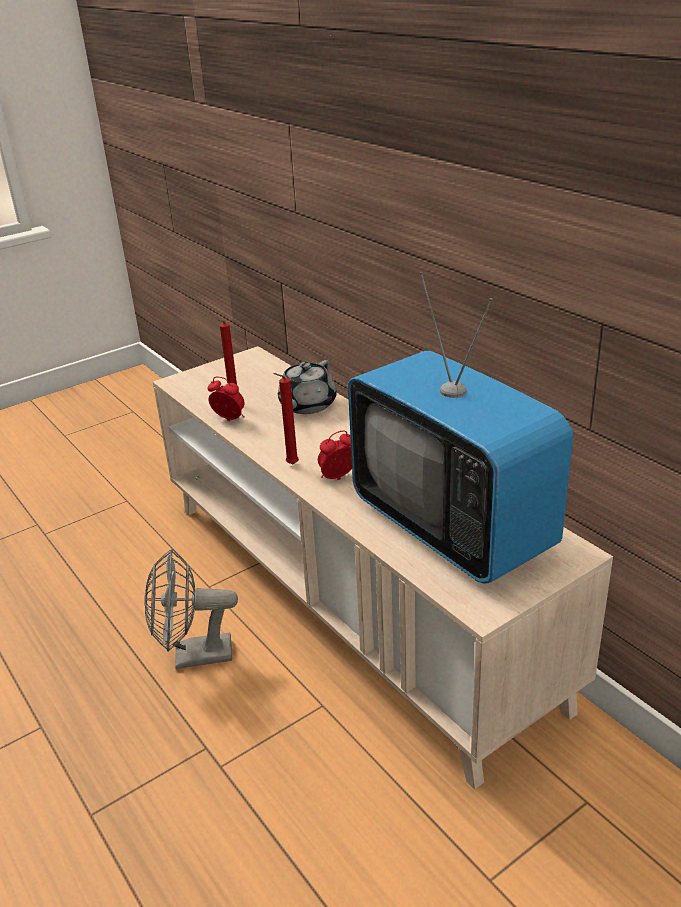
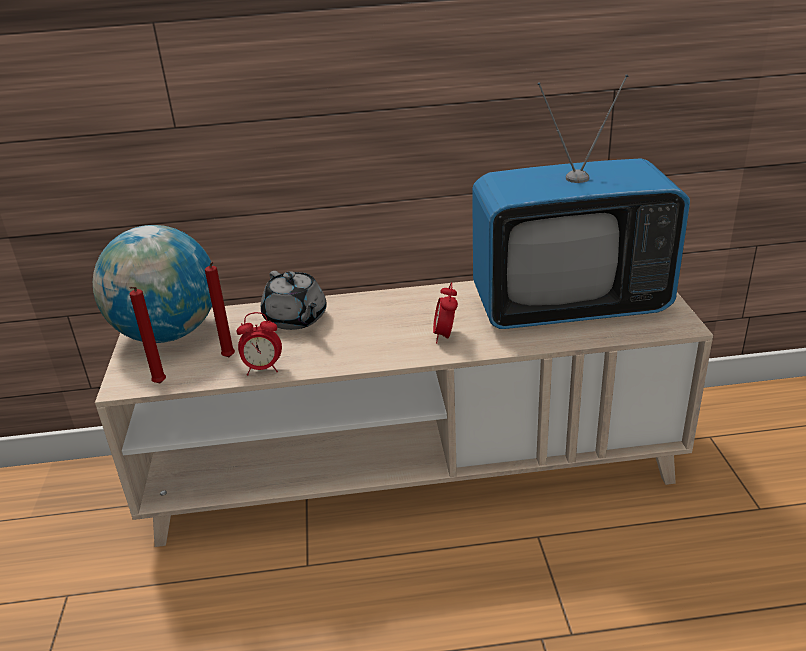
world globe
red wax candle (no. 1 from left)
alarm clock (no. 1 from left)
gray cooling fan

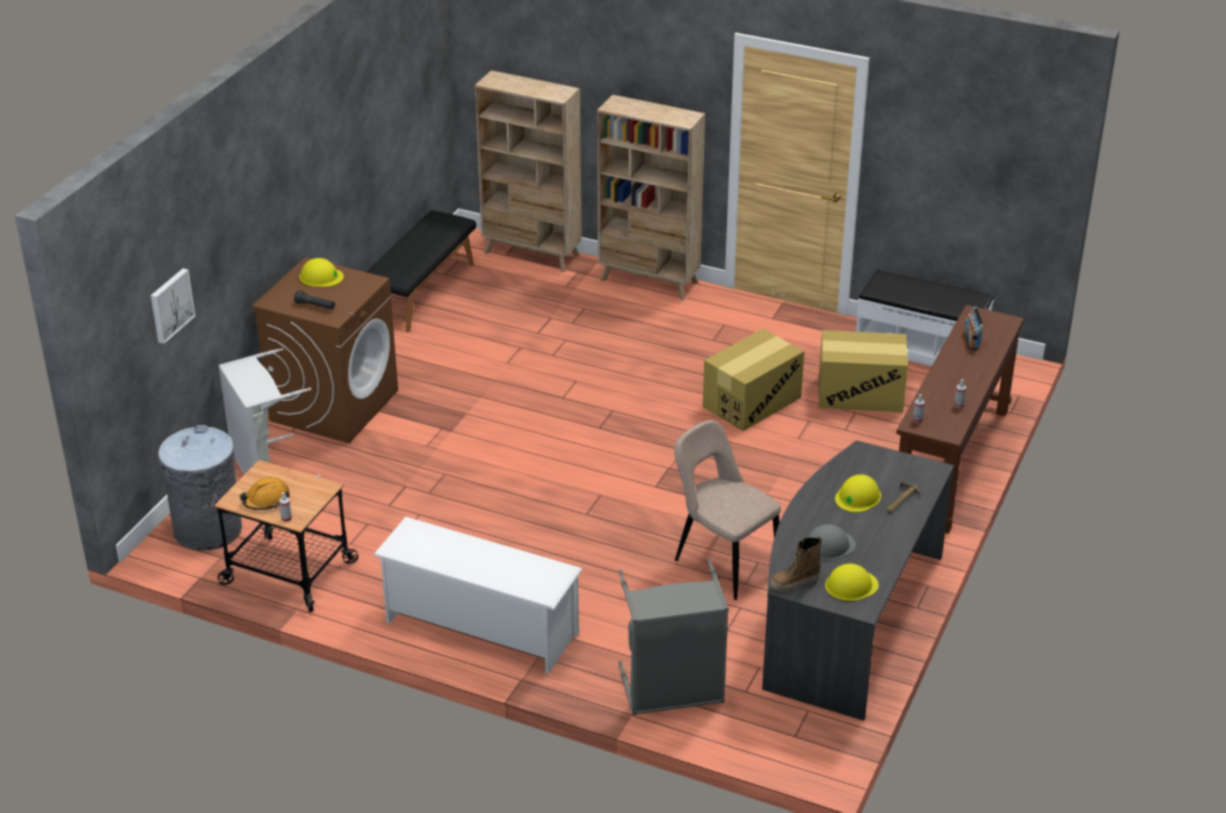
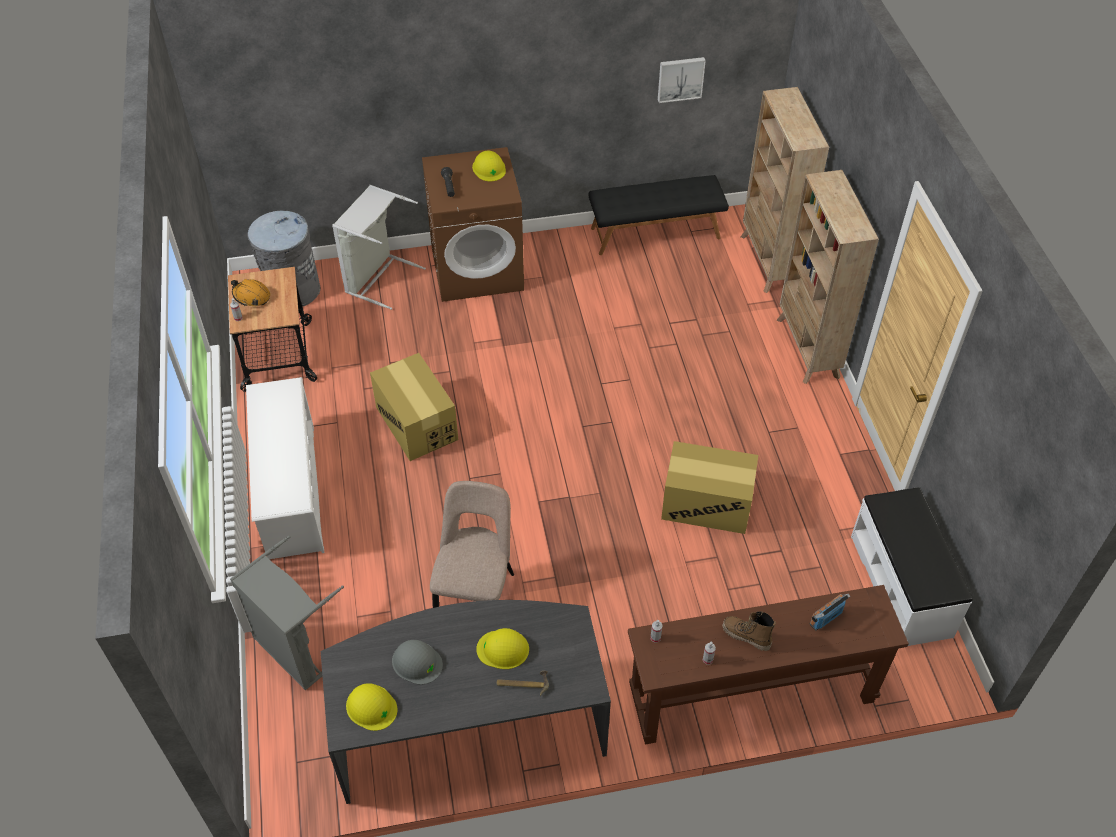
cardboard box (no. 1 from left)
wall picture
high-top boot

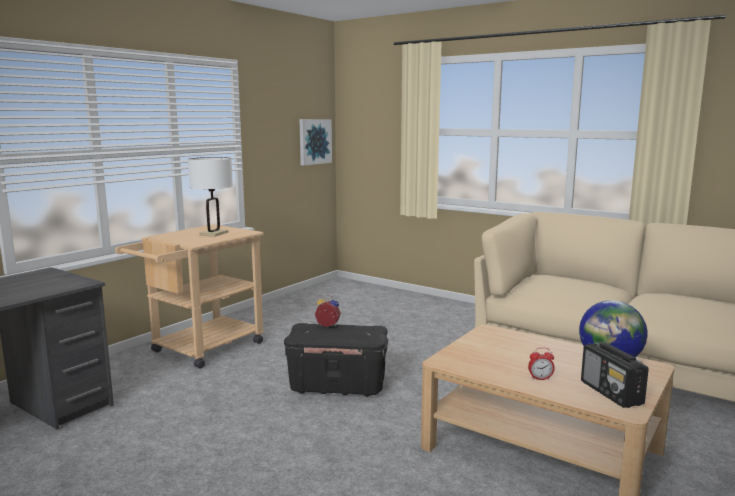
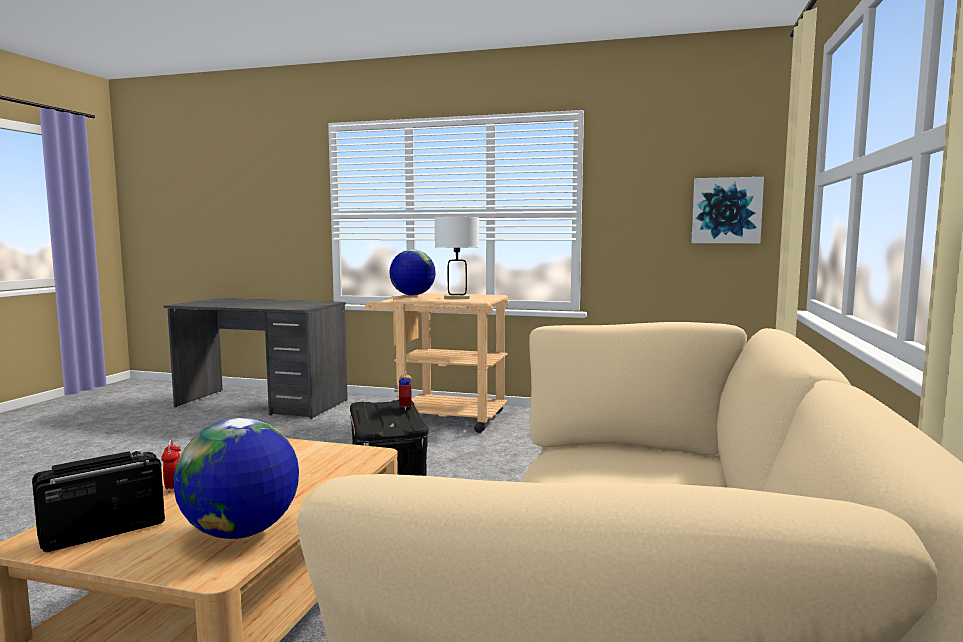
world globe (no. 2 from left)

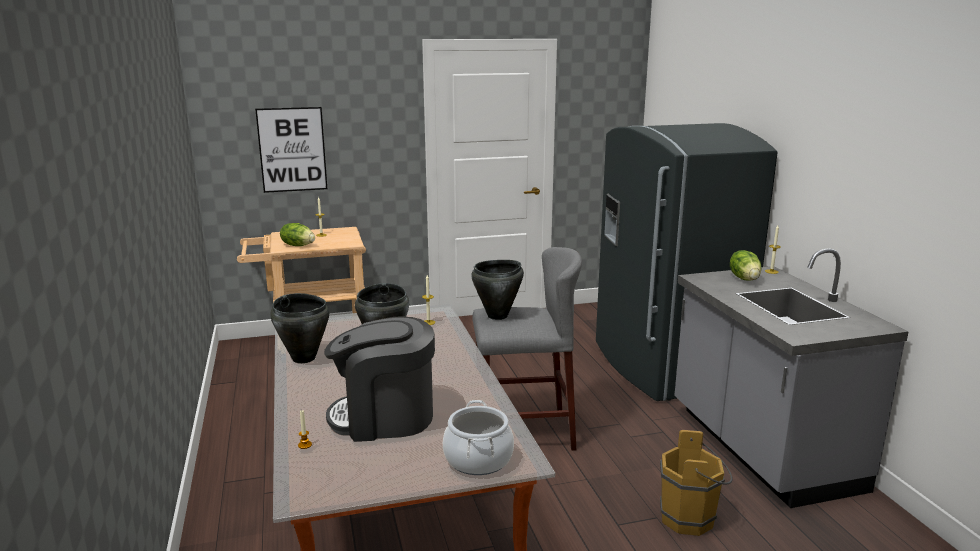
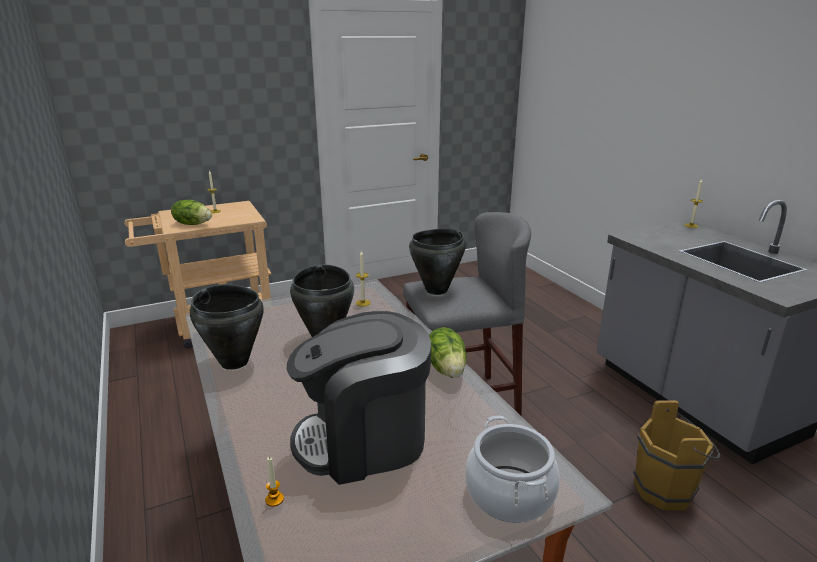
lettuce head (no. 2 from left)
wall picture
gray kitchen fridge

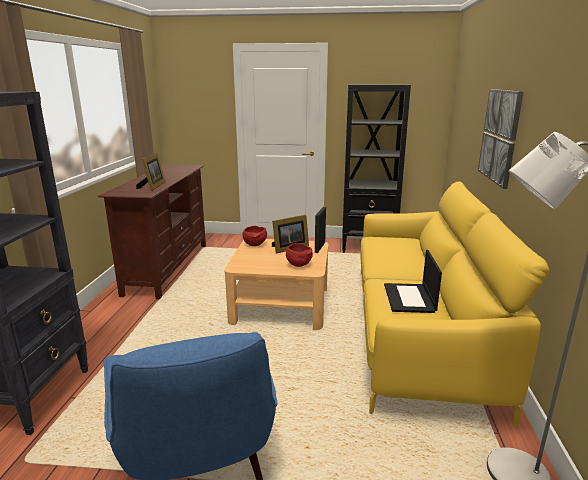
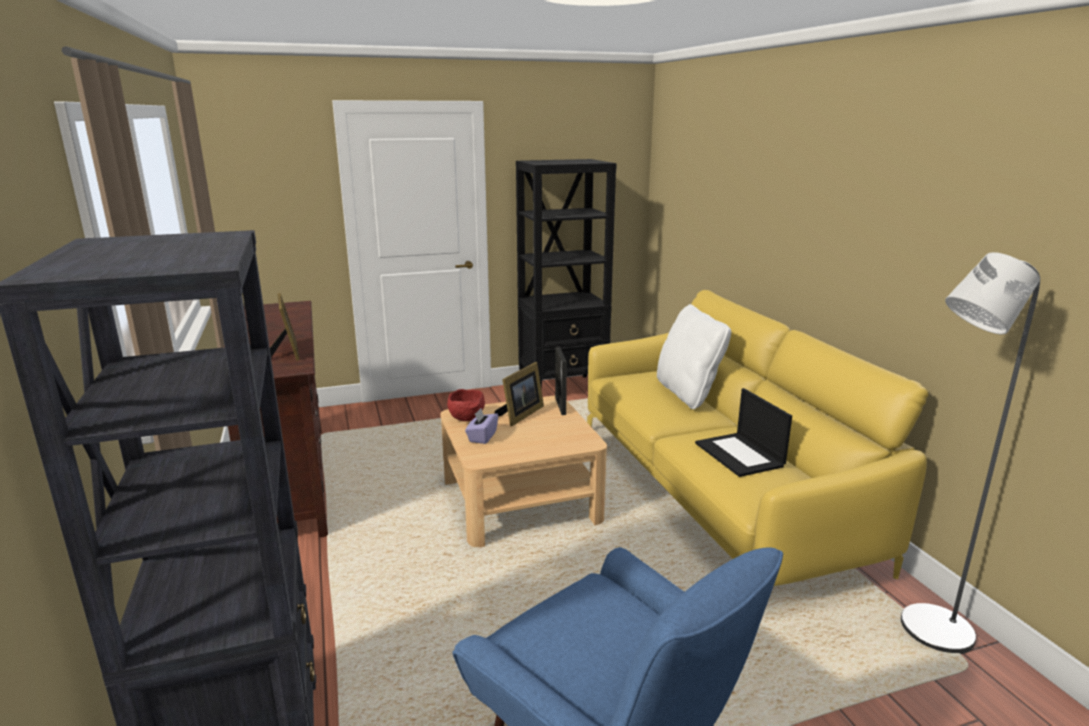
purplish tissue holder
white-coloured cushion
red bowl (no. 2 from left in the first image)
wall picture

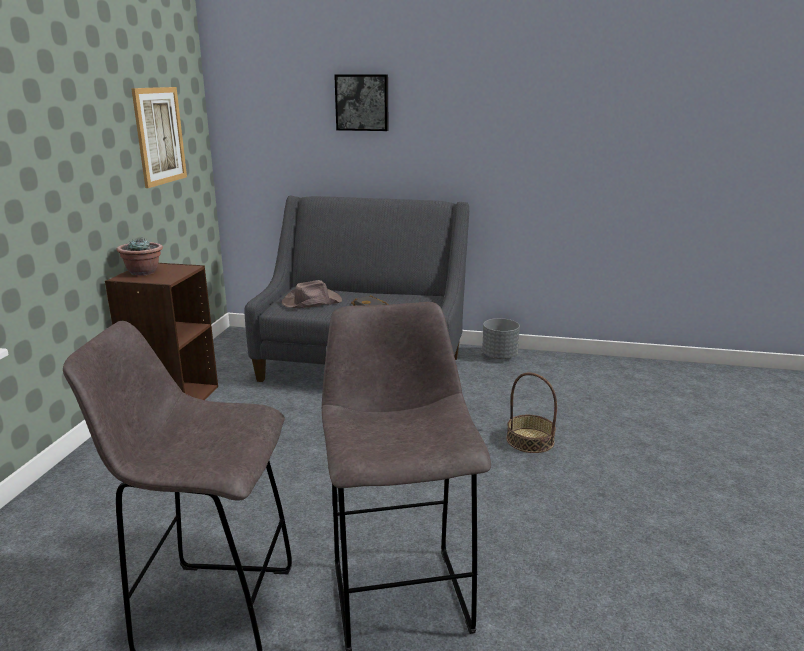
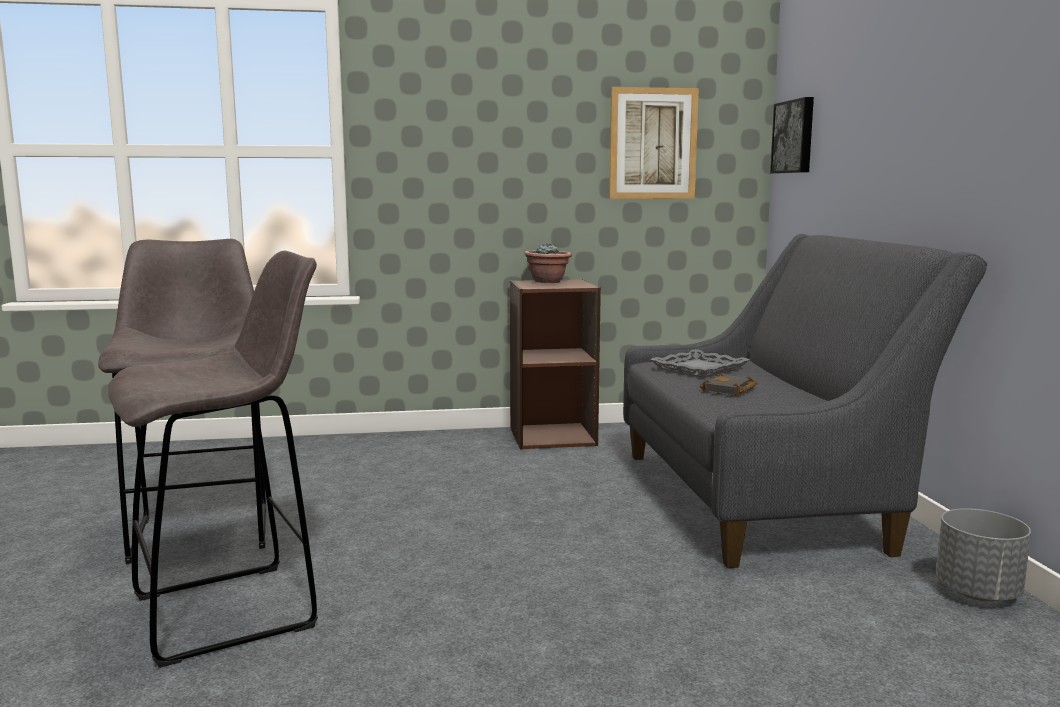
gray serving tray
wall picture (no. 2 from left)
household basket

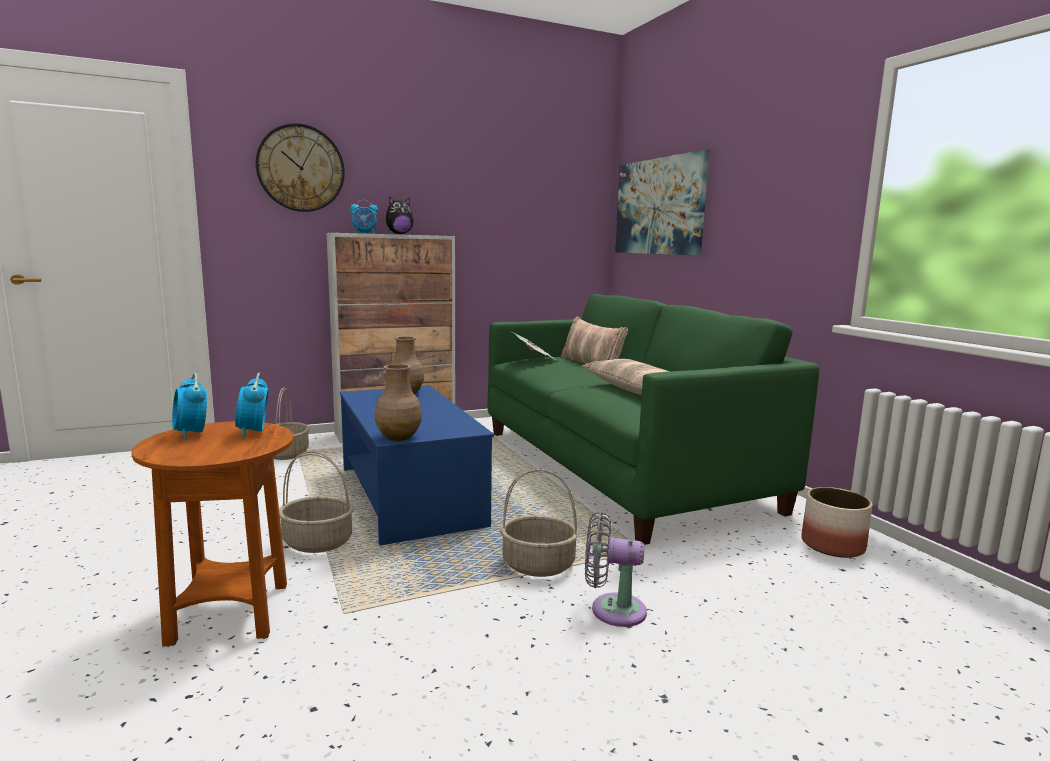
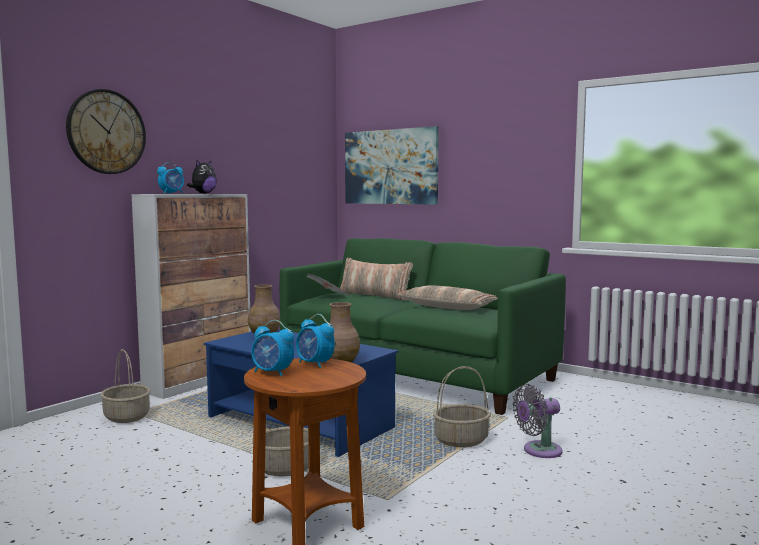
planter

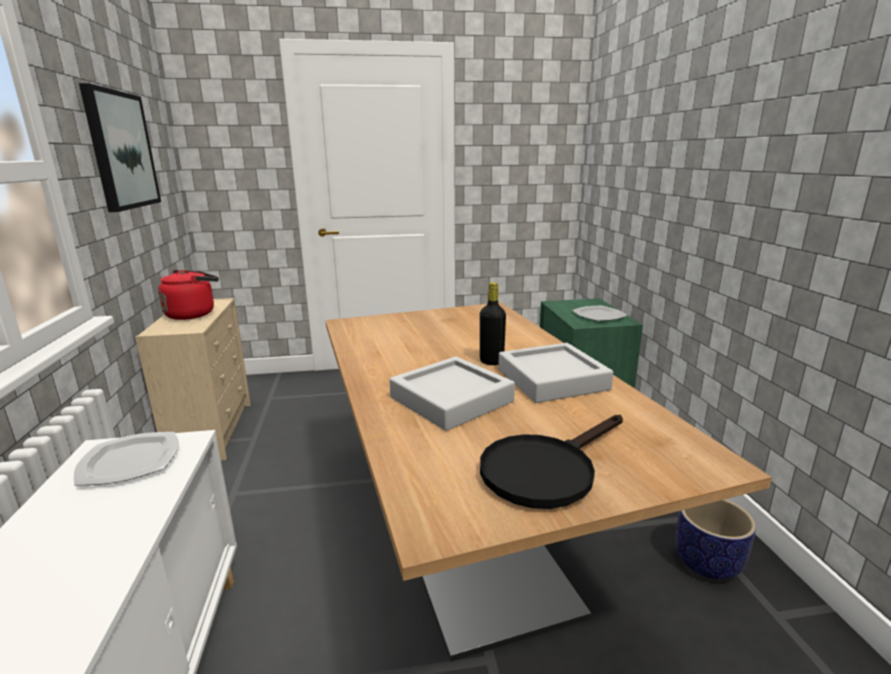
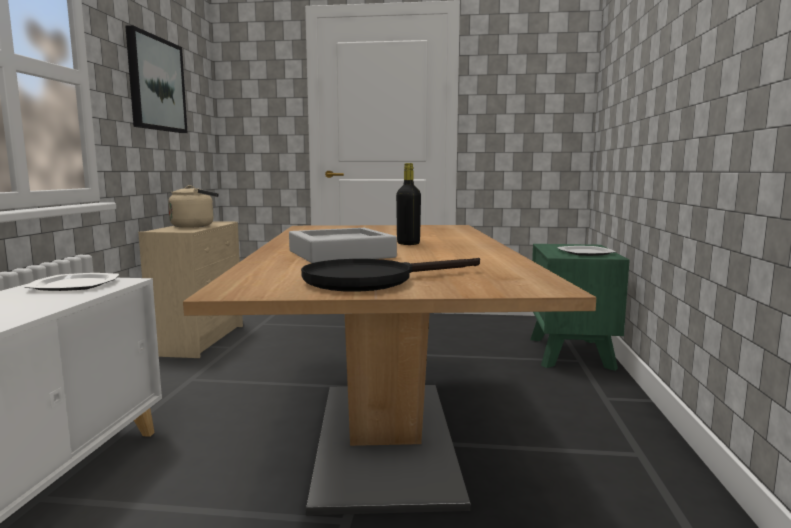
sand-coloured water kettle
gray serving tray (no. 2 from left in the first image)
planter

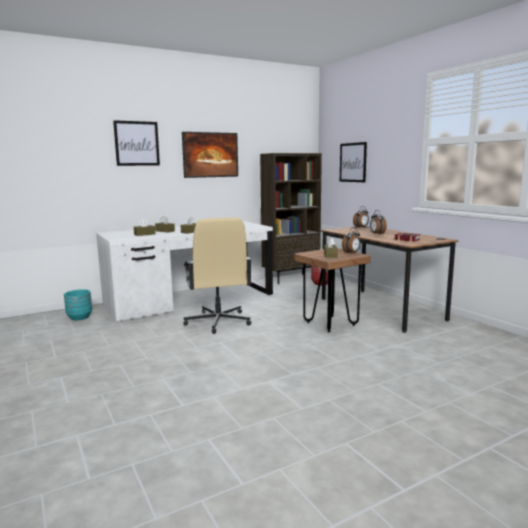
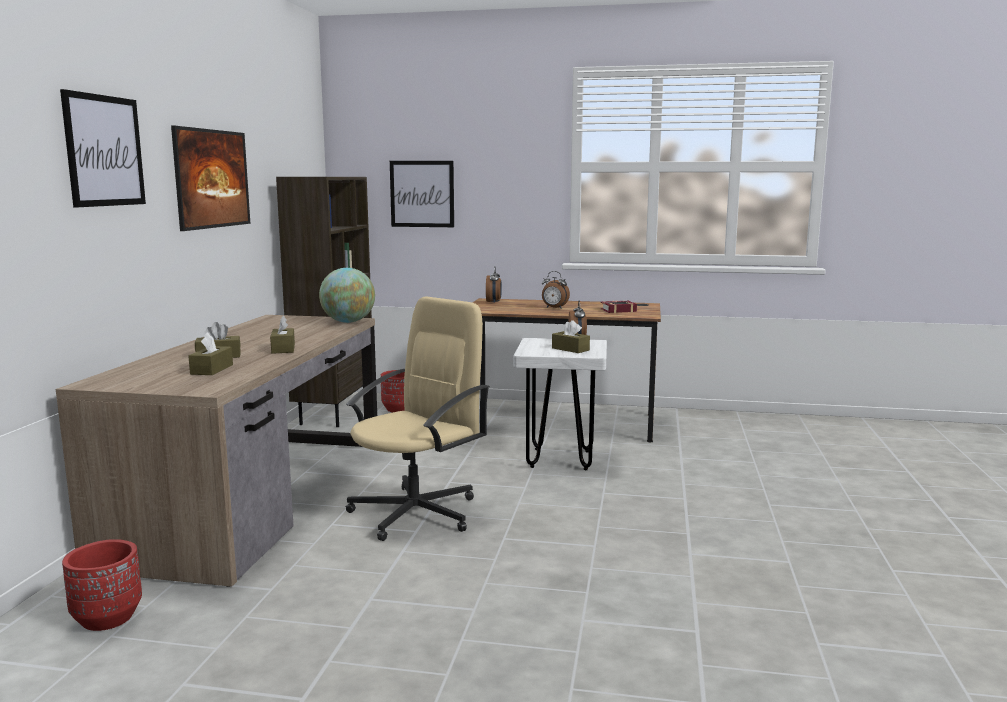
brown desk unit (no. 1 from left)
red planter (no. 1 from left)
world globe
sand-coloured office chair
white-coloured sitting stool

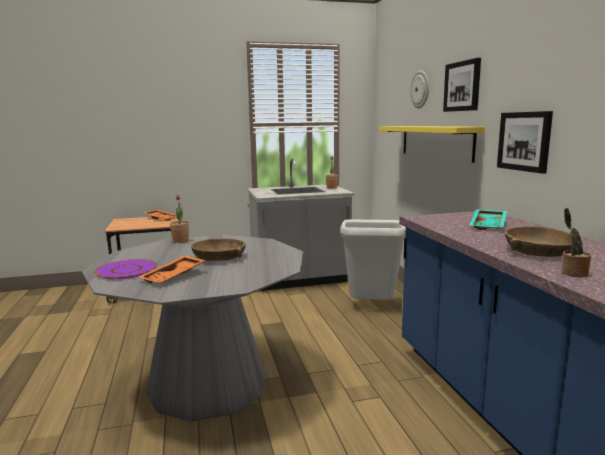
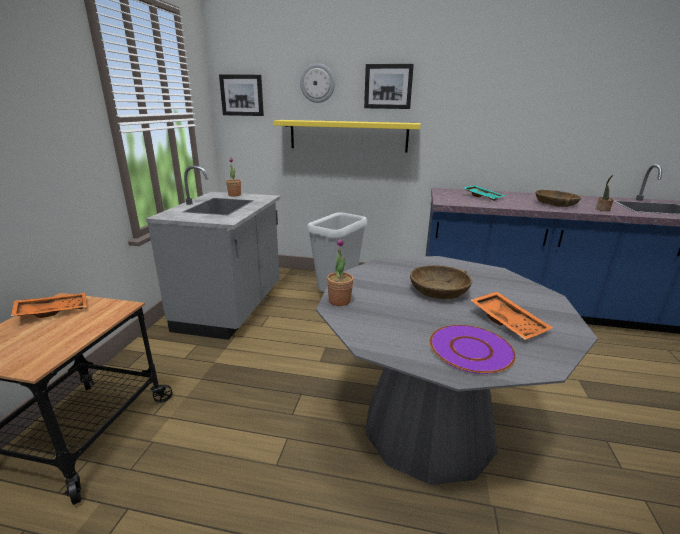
wall picture (no. 1 from left)

